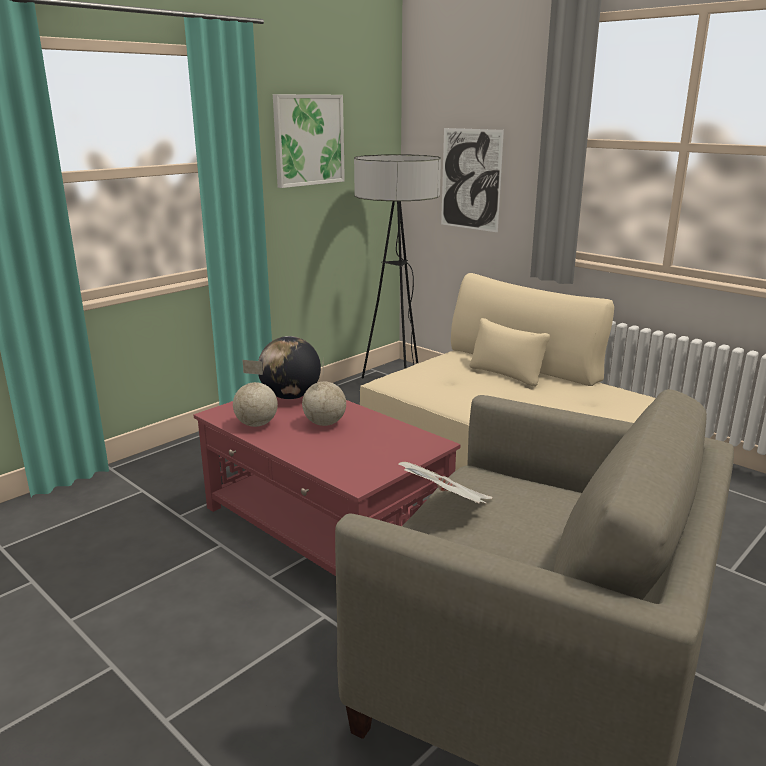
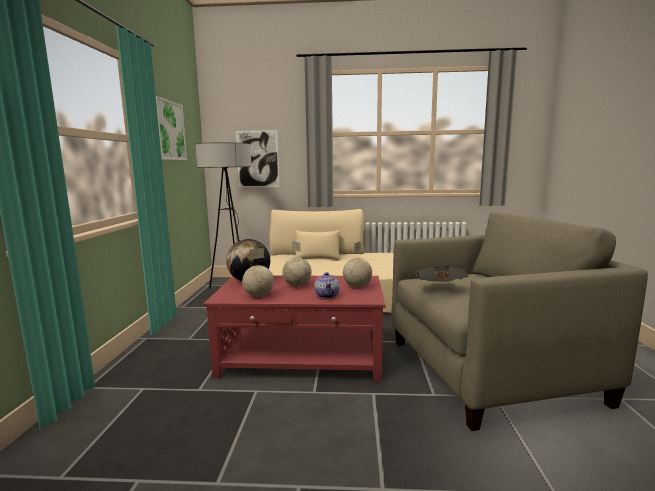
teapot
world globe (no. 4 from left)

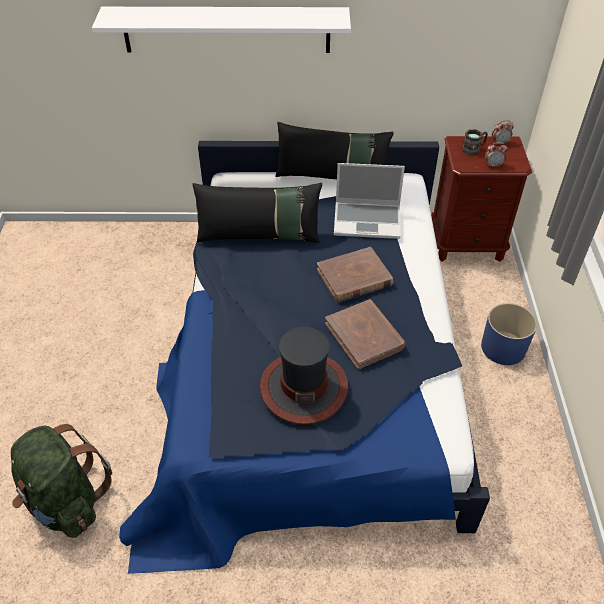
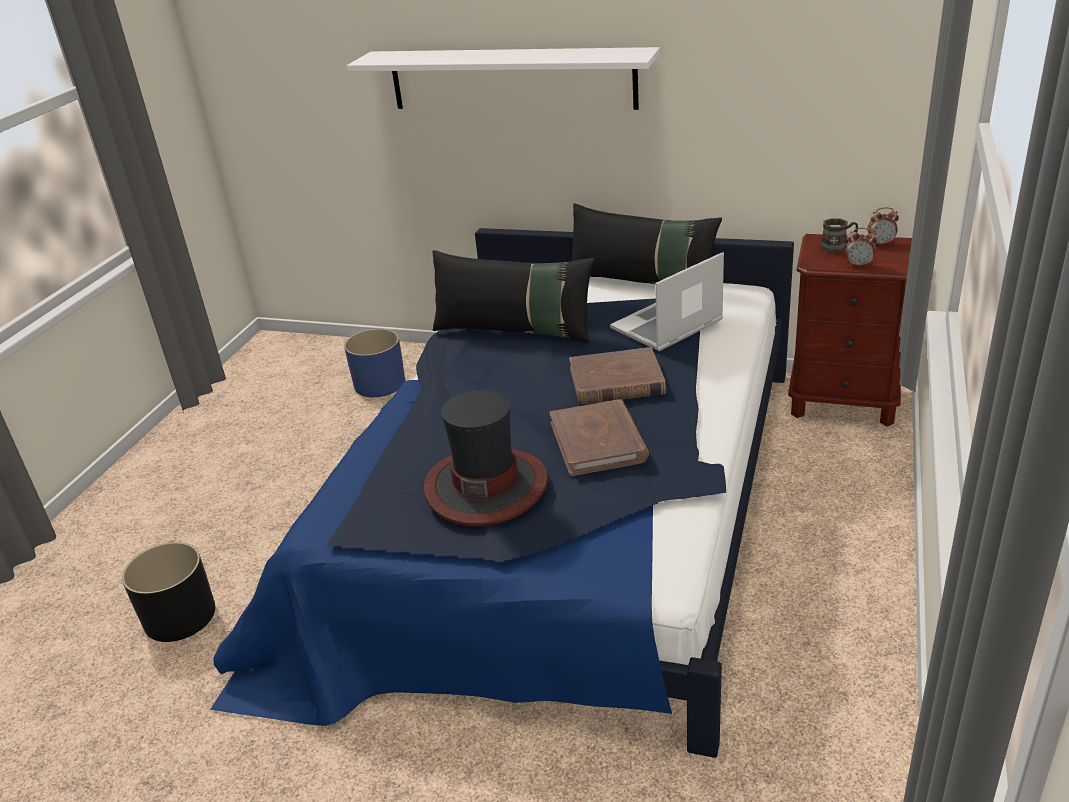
blackish planter
blue-coloured planter
portable computer

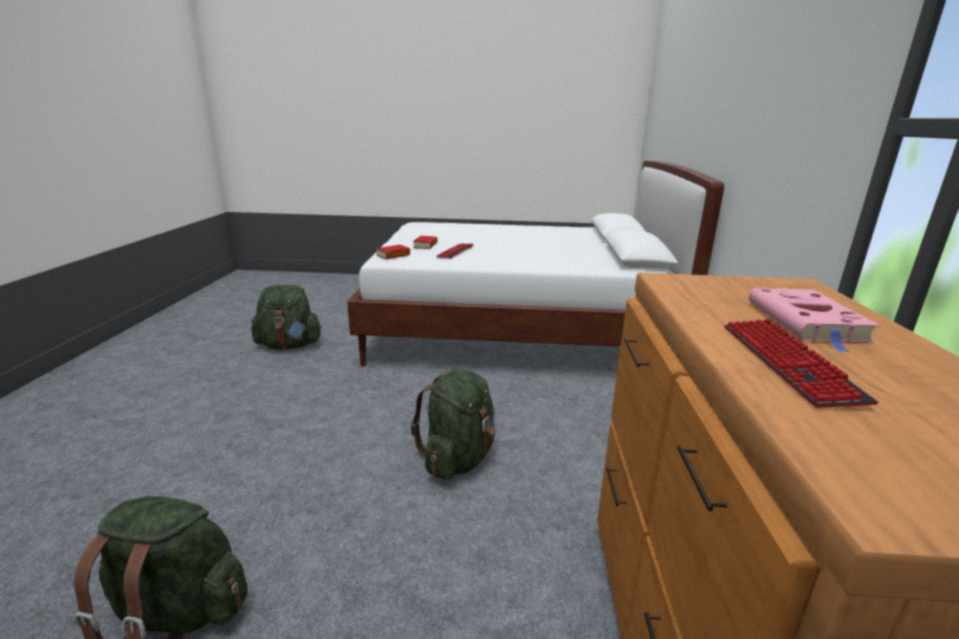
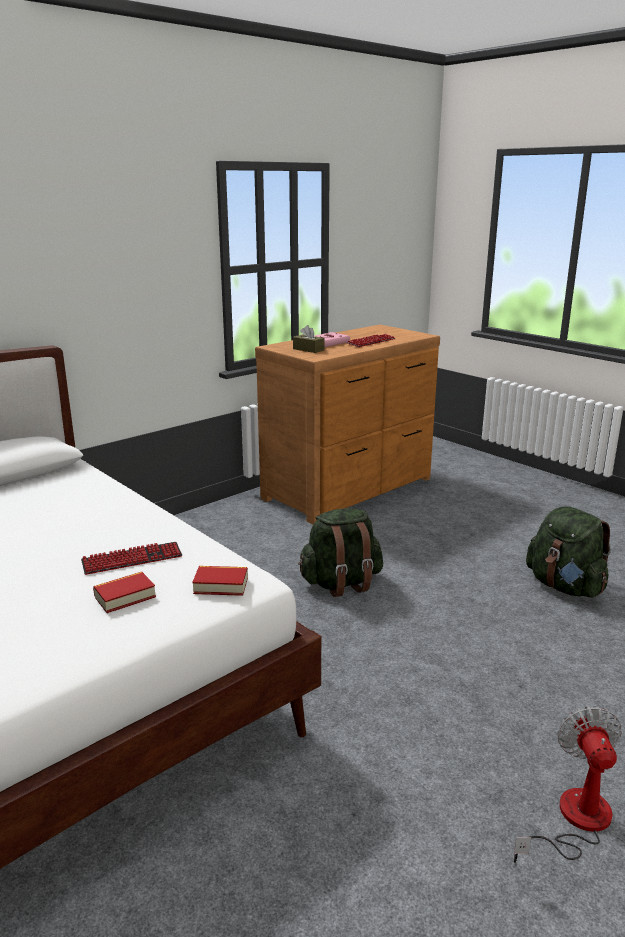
brown tissue holder
cooling fan
greenish rucksack (no. 2 from left in the first image)

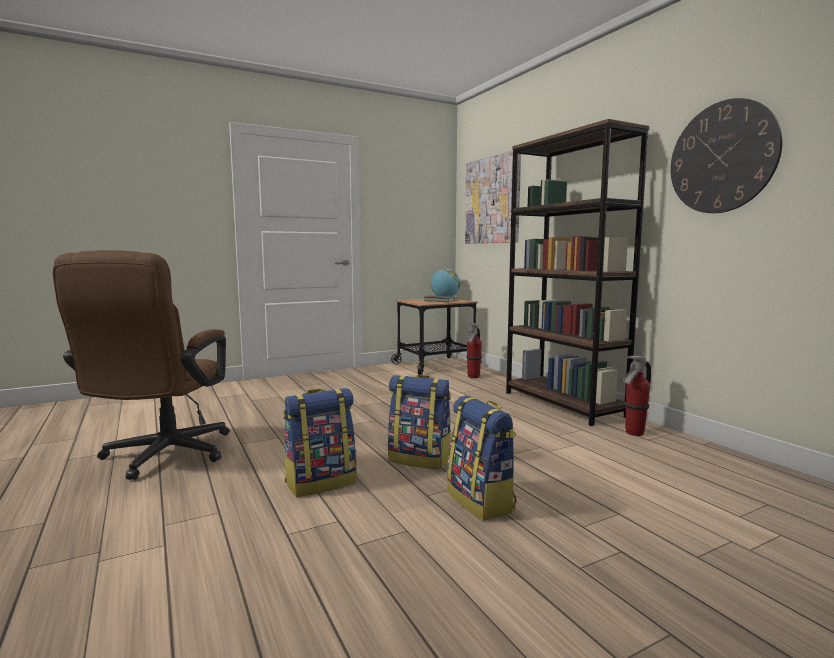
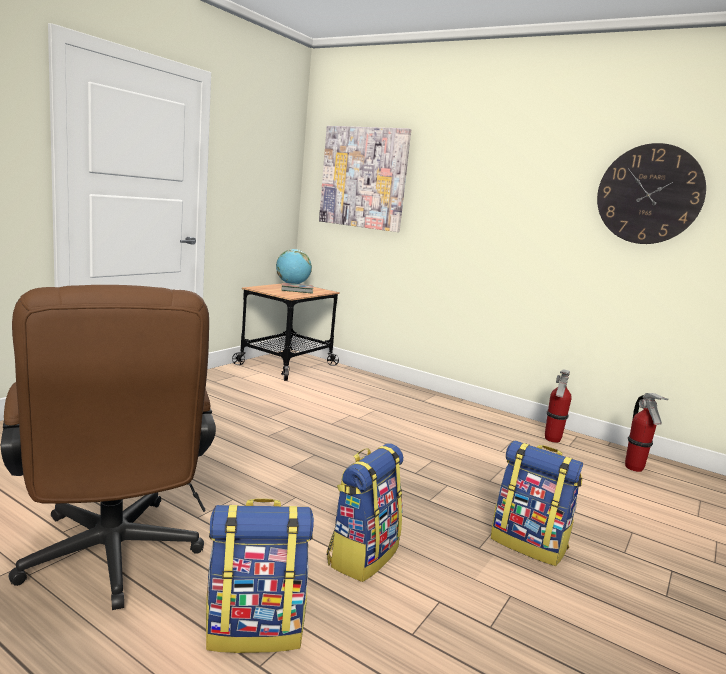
rucksack (no. 1 from left)
extinguisher (no. 2 from left)
brown bookcase

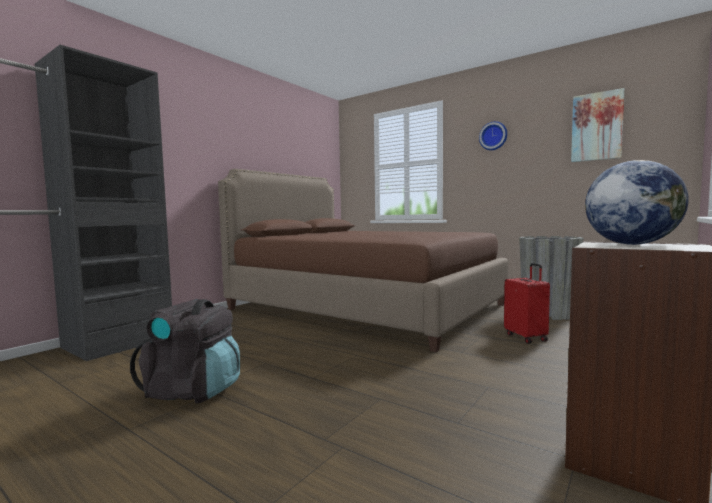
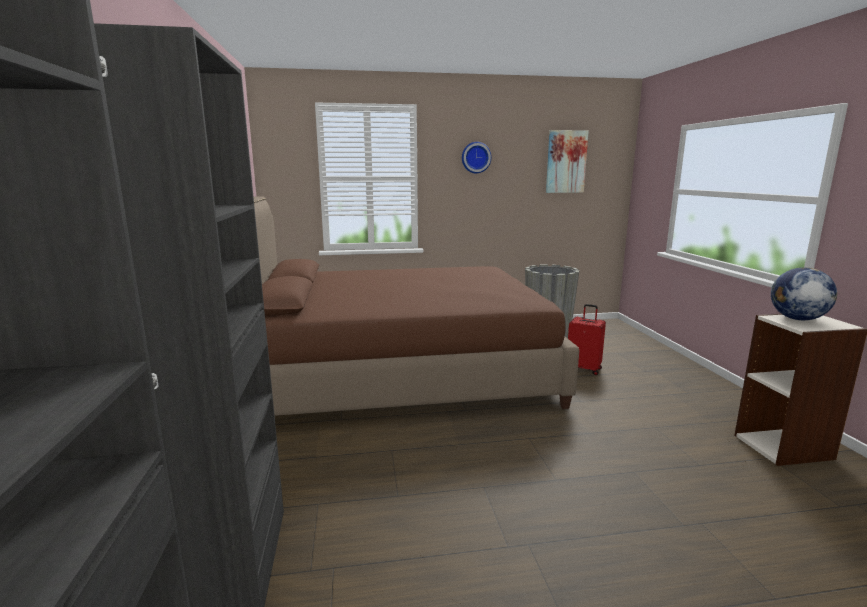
blackish rucksack

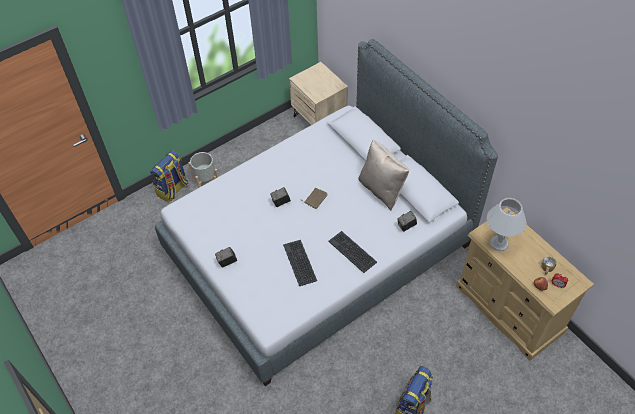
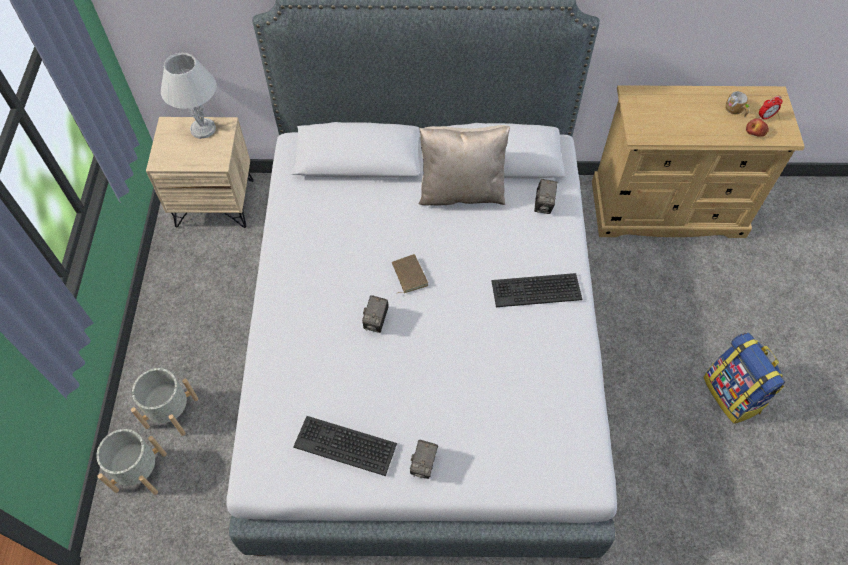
gray planter (no. 1 from left)
white-coloured table lamp
PC keyboard (no. 1 from left)

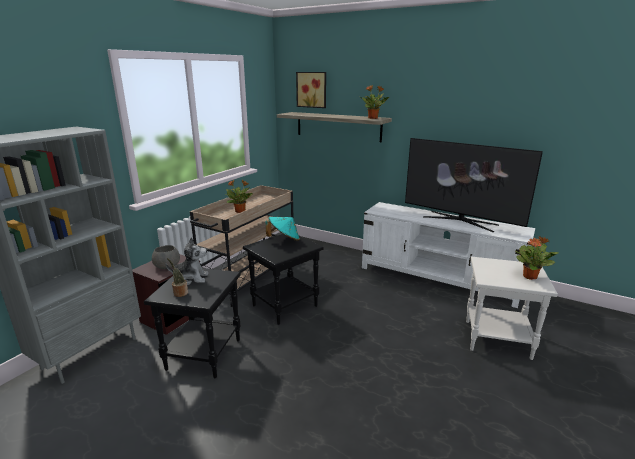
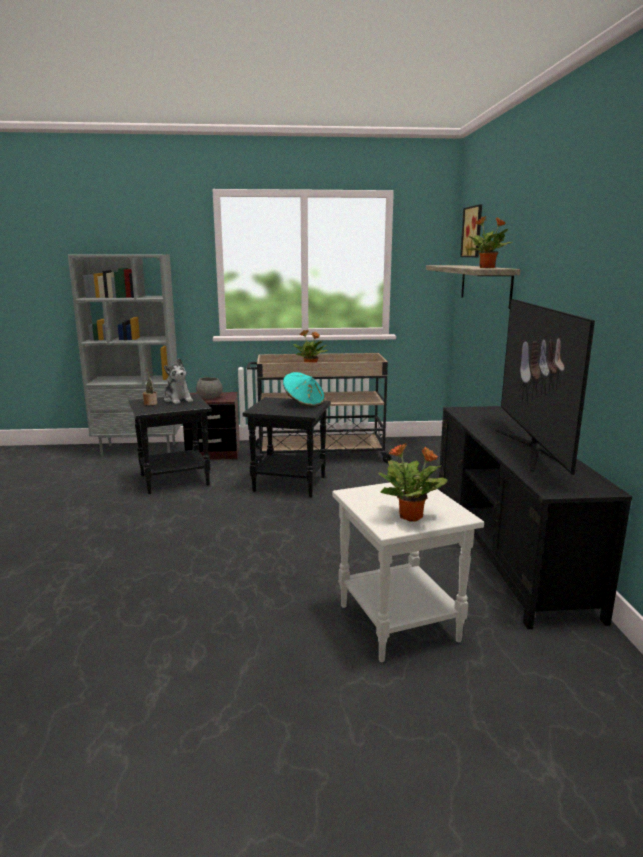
blackish tv stand

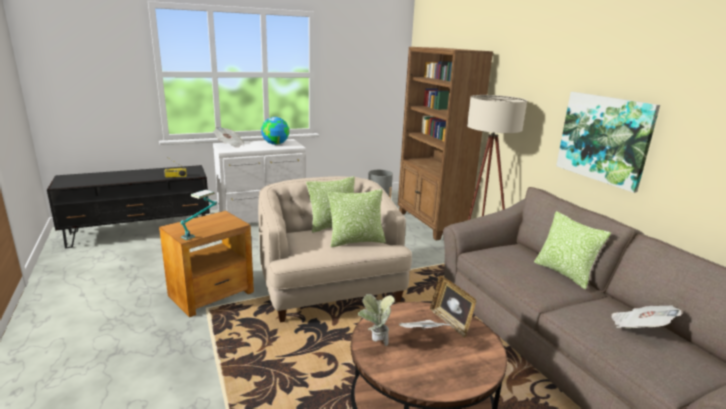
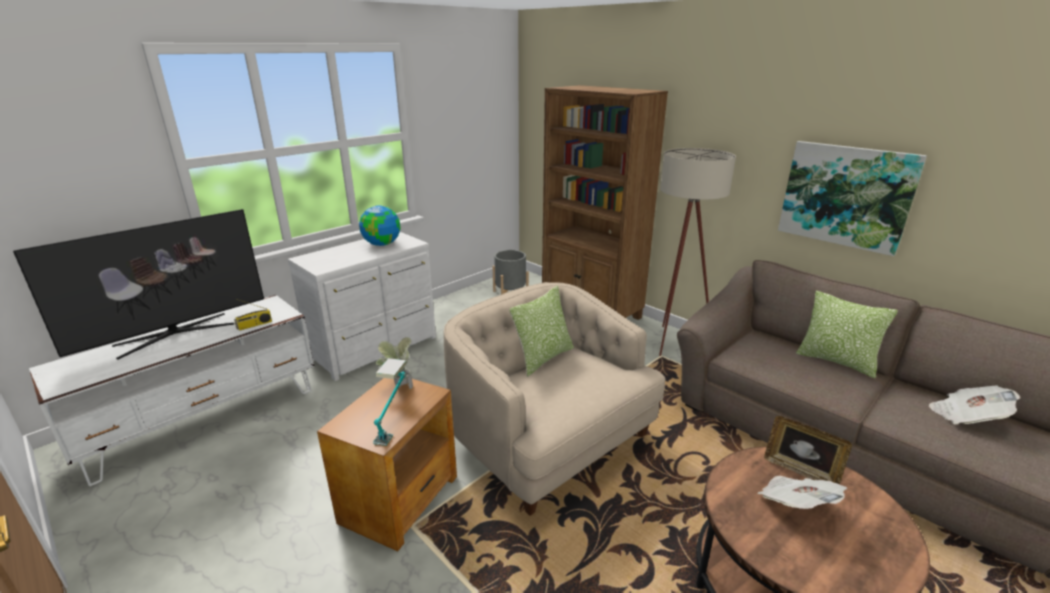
television
white-coloured tv stand
potted plant
daily paper (no. 1 from left in the first image)
cushion (no. 2 from left in the first image)

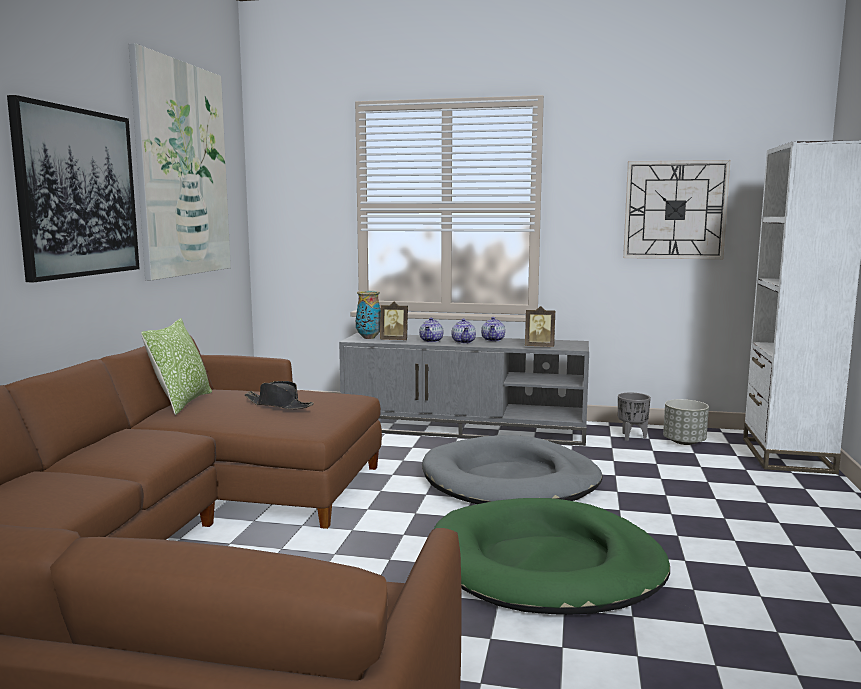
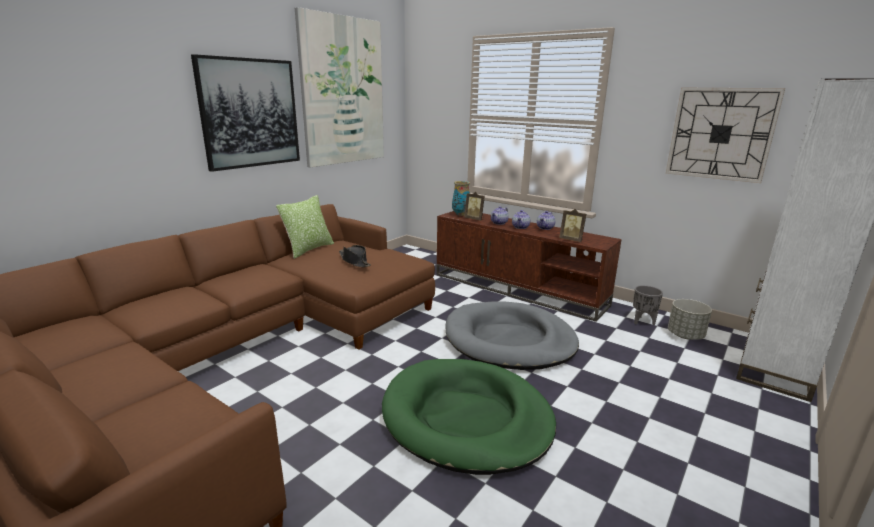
brown tv stand

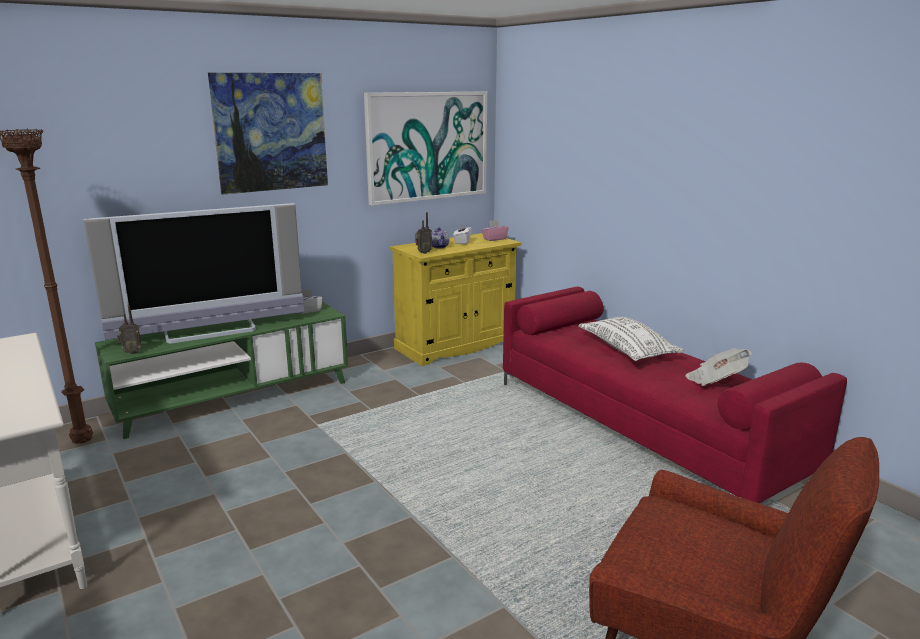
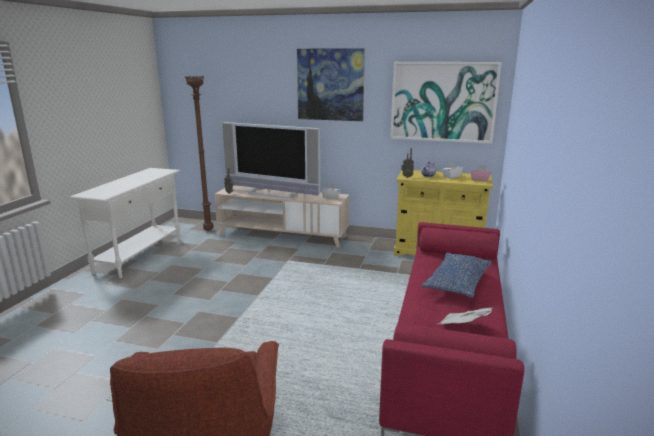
sand-coloured tv stand
blue-coloured cushion

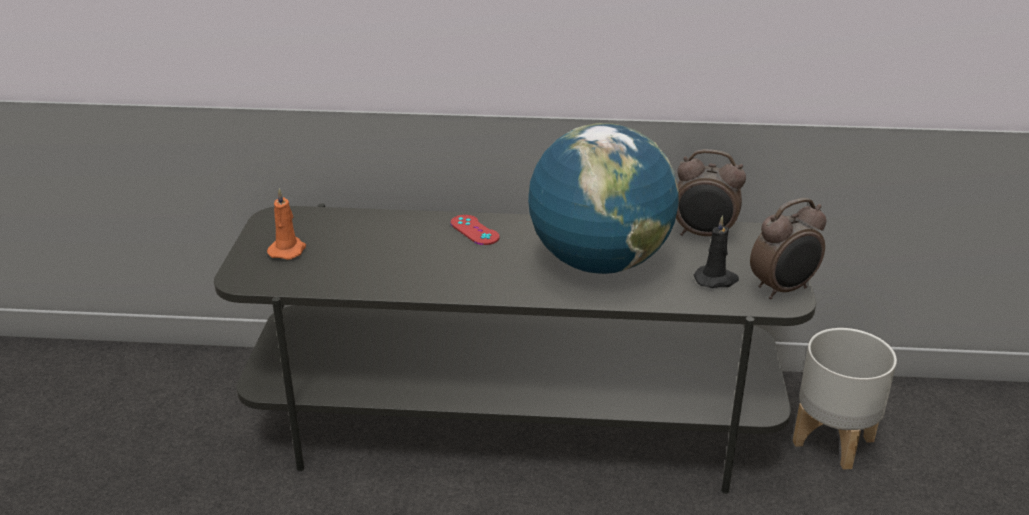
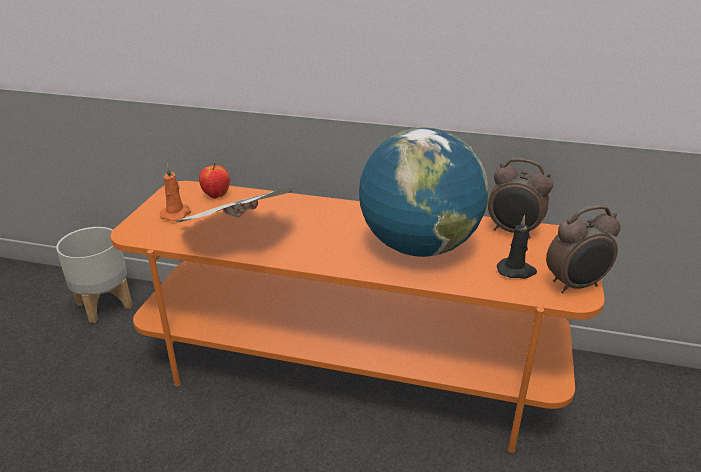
gray planter
orangey tv stand
daily paper
whole apple
red joypad

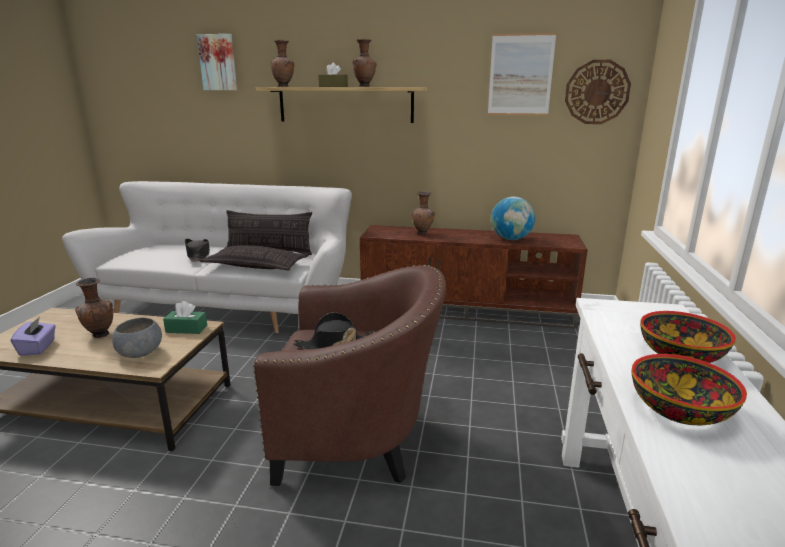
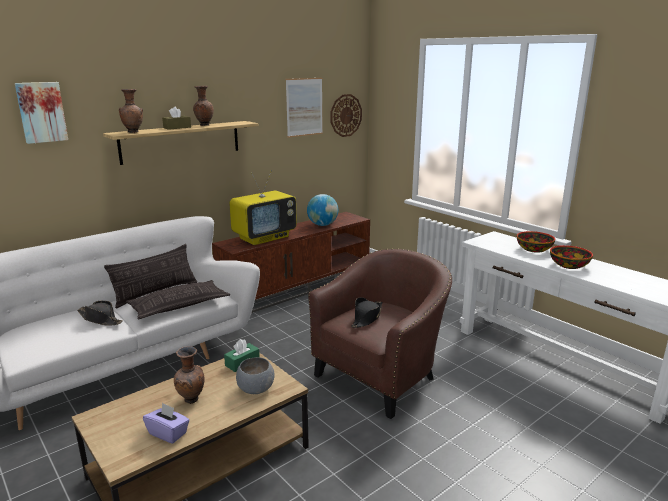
television

